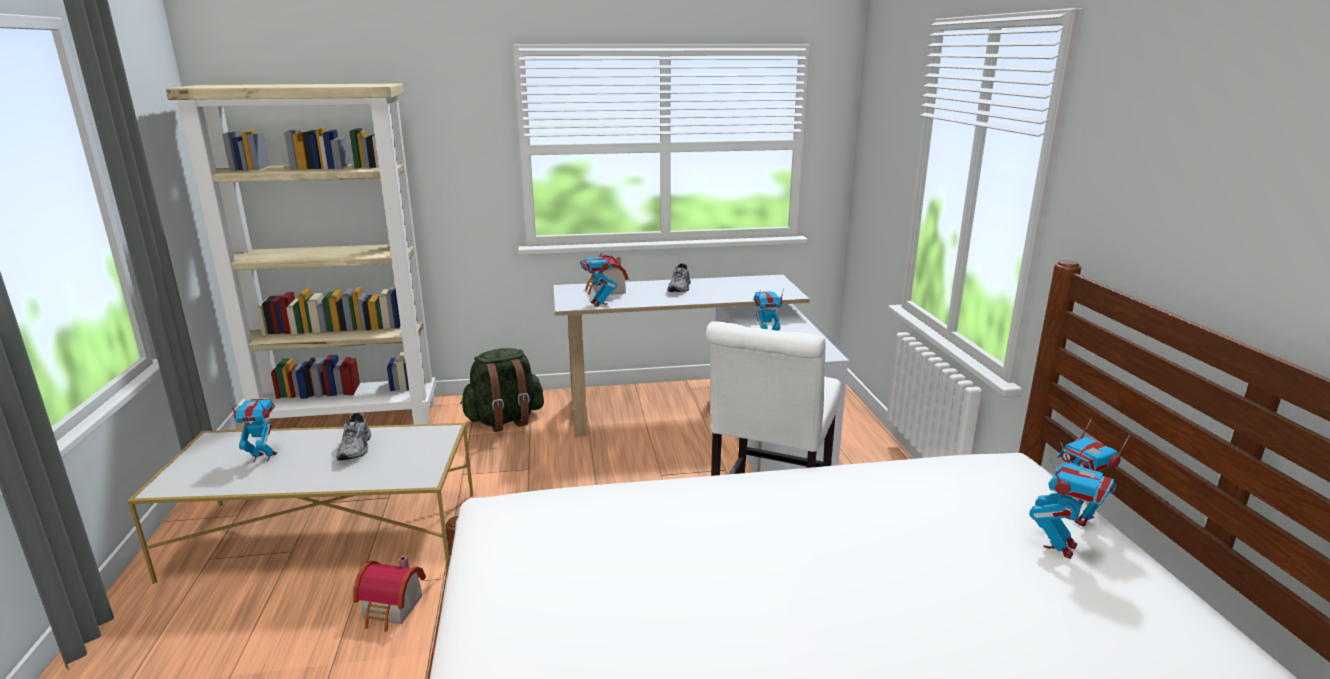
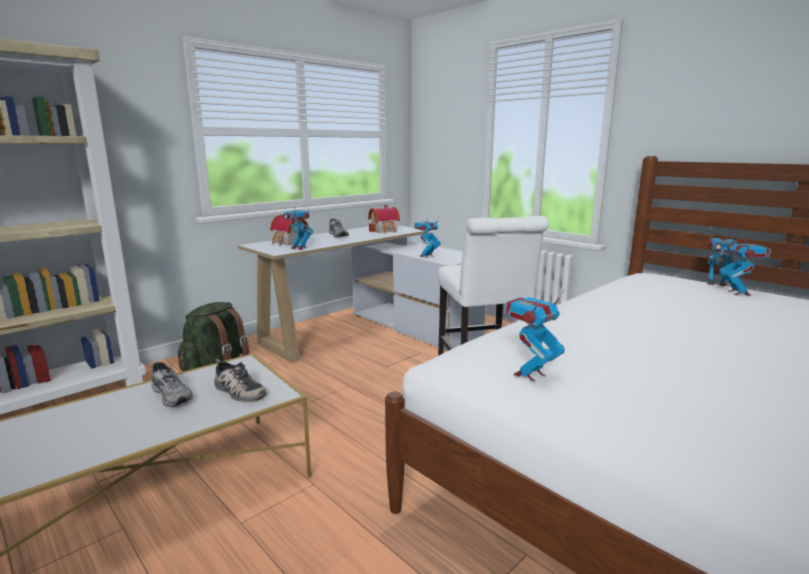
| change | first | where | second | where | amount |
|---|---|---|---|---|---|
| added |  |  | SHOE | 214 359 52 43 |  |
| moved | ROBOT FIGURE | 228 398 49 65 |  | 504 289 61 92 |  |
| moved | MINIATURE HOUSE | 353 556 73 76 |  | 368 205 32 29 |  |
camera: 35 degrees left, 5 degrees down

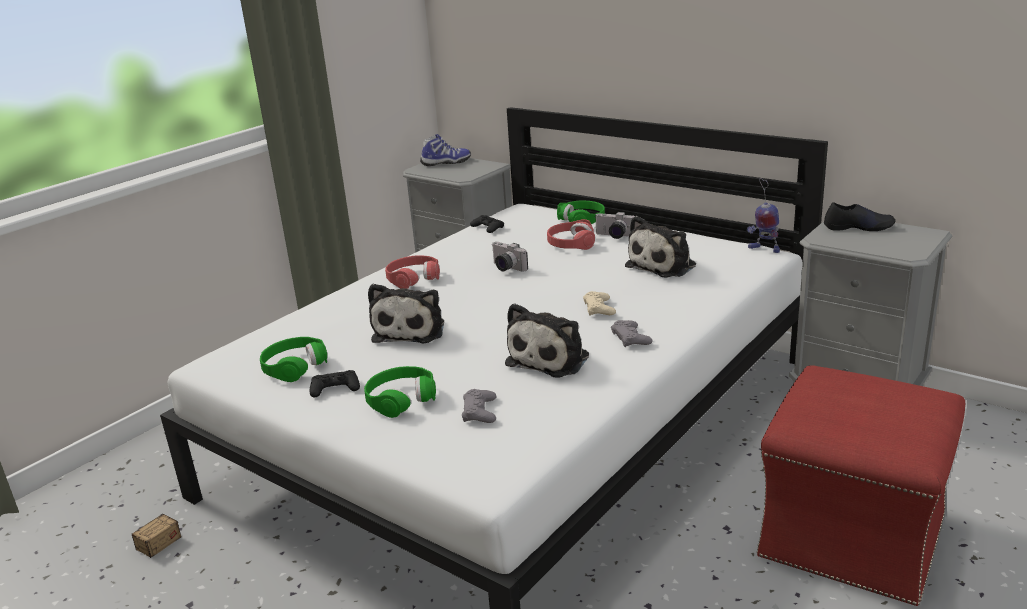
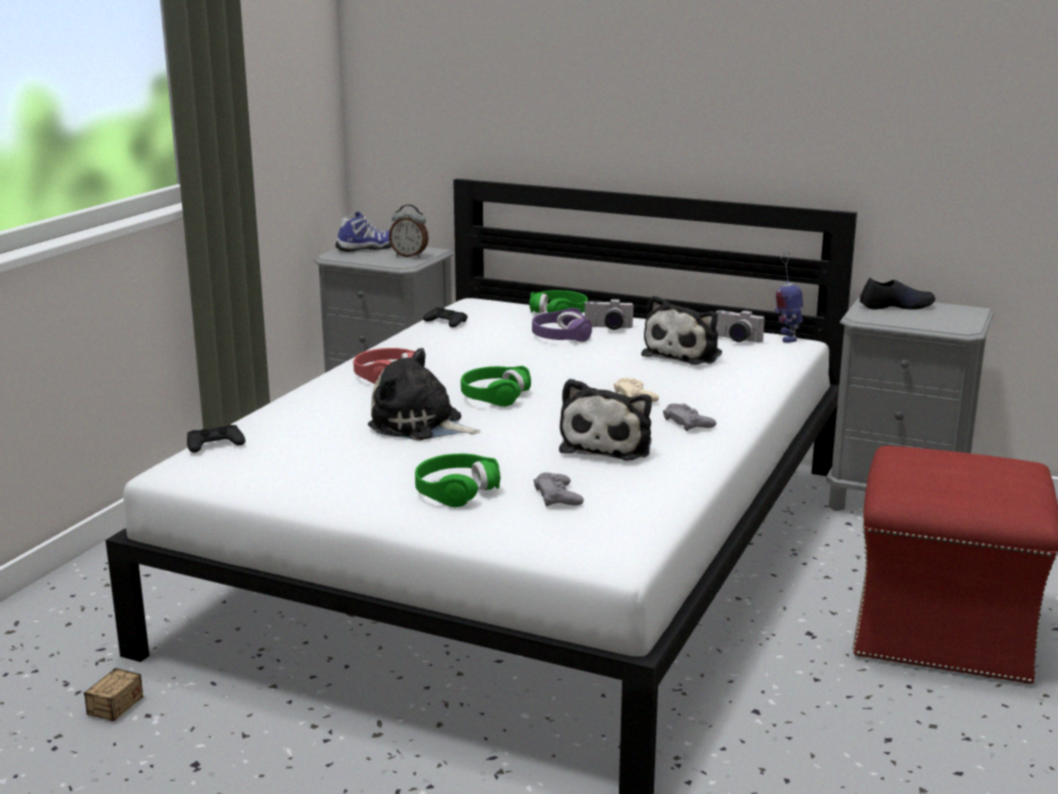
| change | first | where | second | where | amount |
|---|---|---|---|---|---|
| added |  |  | ALARM CLOCK | 389 204 40 54 |  |
| moved | GREENISH PAIR OF HEADPHONES | 260 337 67 45 |  | 461 366 70 41 |  |
| moved | BLACK GAME CONTROLLER | 309 370 51 27 |  | 187 425 58 28 |  |
| moved | STILL CAMERA | 492 242 36 30 |  | 716 310 49 32 |  |
| recoloured | RED PAIR OF HEADPHONES | 547 219 48 31 | PURPLE-COLOURED PAIR OF HEADPHONES | 532 308 60 34 |  |
| turned | SOFT TOY | 368 284 76 60 |  | 368 348 113 92 | 120 degrees clockwise |
| turned | ROBOT FIGURE | 747 178 33 75 |  | 775 251 28 92 | 75 degrees clockwise |
camera: 15 degrees left, 5 degrees down

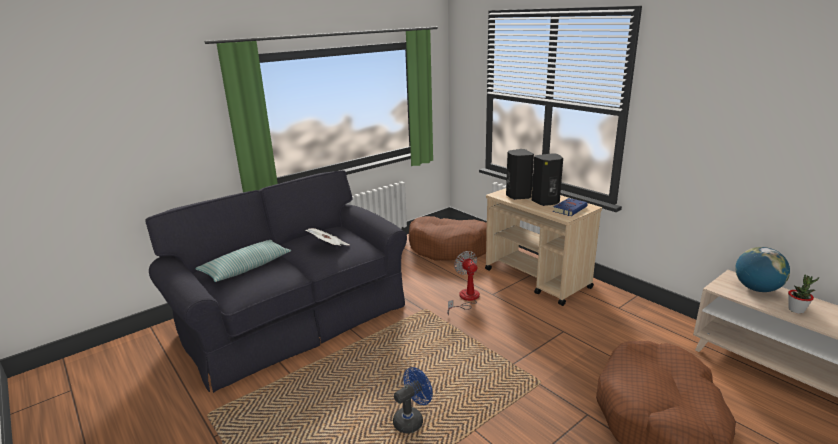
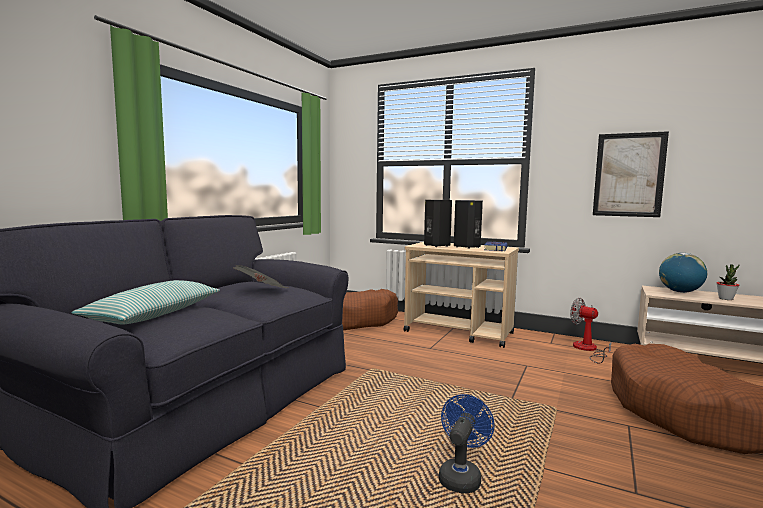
| change | first | where | second | where | amount |
|---|---|---|---|---|---|
| added |  |  | PICTURE | 593 131 76 86 |  |
| moved | FAN | 447 251 33 64 |  | 570 298 41 66 |  |
camera: 25 degrees left, 15 degrees down

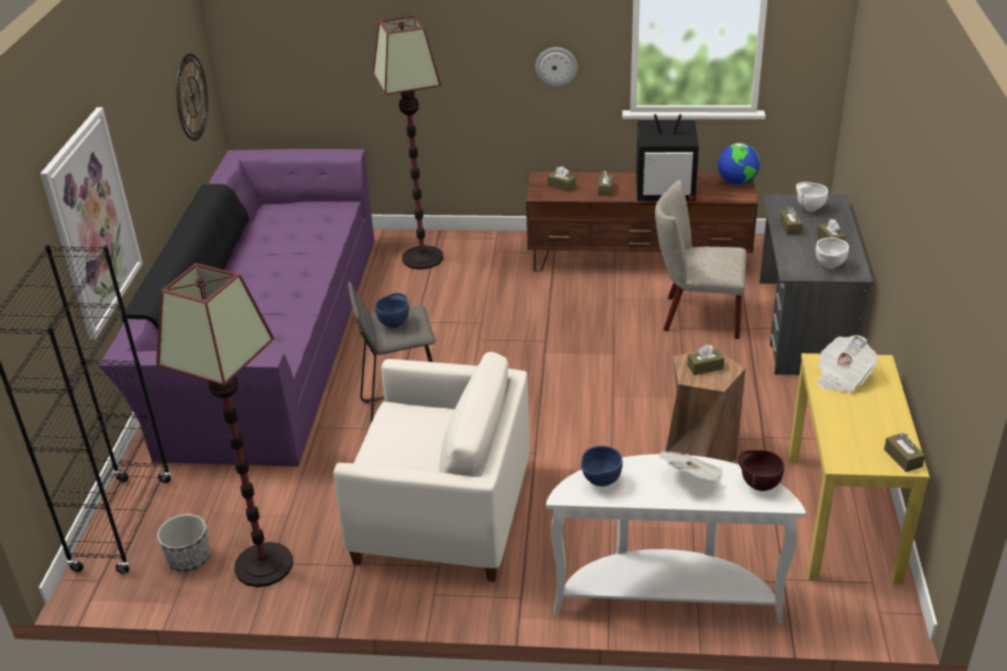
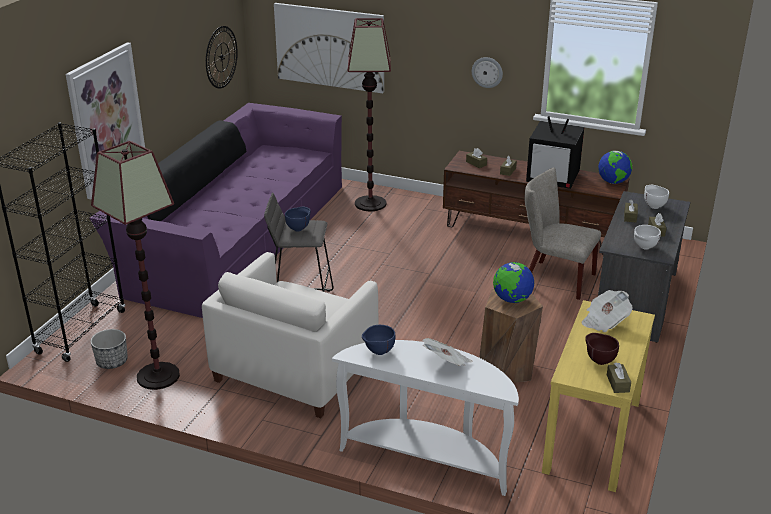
| change | first | where | second | where | amount |
|---|---|---|---|---|---|
| added |  |  | PICTURE | 274 3 110 90 |  |
| moved | BROWNISH SERVING BOWL | 738 450 46 41 |  | 585 333 34 32 |  |
| replaced | BROWNISH TISSUE BOX | 687 344 37 31 | DESK GLOBE | 493 262 41 41 |  |
| turned | WHITE EASY CHAIR | 333 352 197 230 |  | 202 252 176 166 | 90 degrees clockwise |
camera: 15 degrees right, 5 degrees down

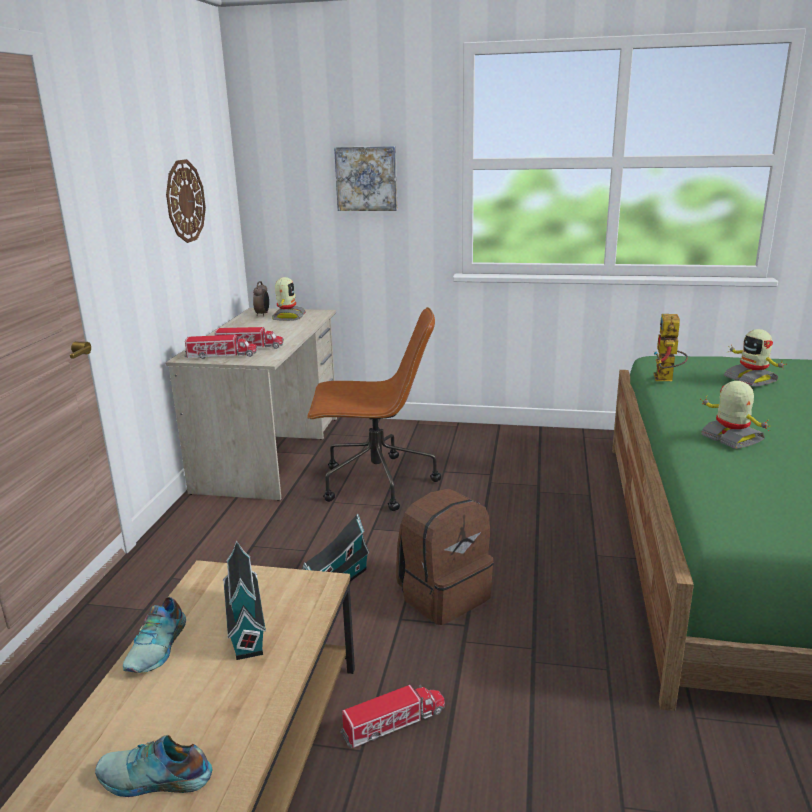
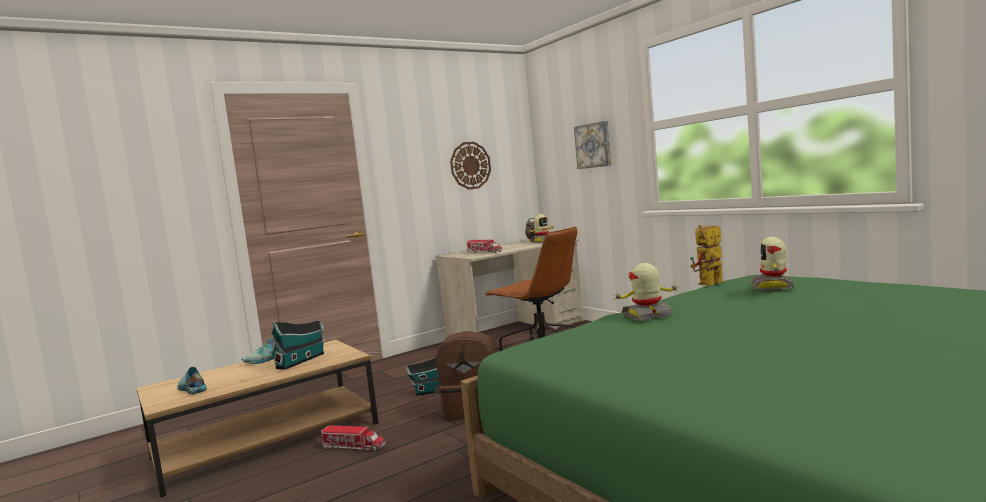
| change | first | where | second | where | amount |
|---|---|---|---|---|---|
| removed | TOY TRUCK | 184 335 73 24 |  |  |  |
| turned | ROBOT FIGURE | 701 381 69 68 |  | 614 263 66 58 | 120 degrees counterclockwise |
camera: 45 degrees right, 15 degrees down

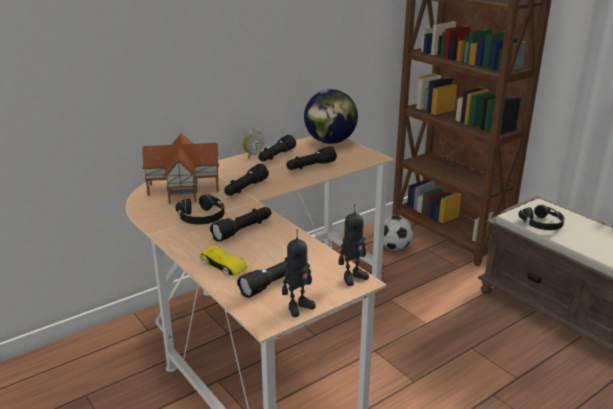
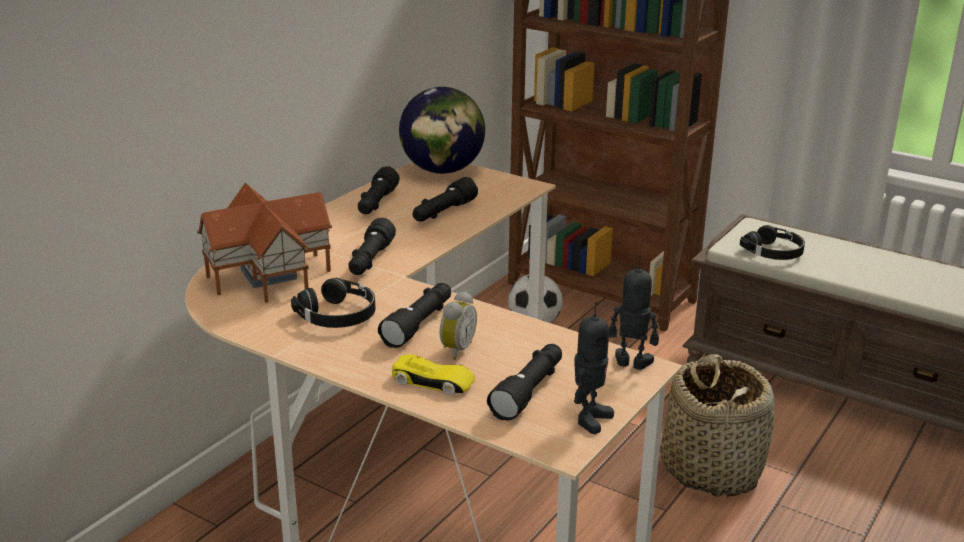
| change | first | where | second | where | amount |
|---|---|---|---|---|---|
| added |  |  | HOUSEHOLD BASKET | 660 354 115 143 |  |
| moved | ALARM CLOCK | 242 128 22 31 |  | 439 291 38 69 |  |
| turned | ROBOT FIGURE | 338 204 31 82 |  | 609 255 50 115 | 105 degrees counterclockwise |
camera: 20 degrees left, 0 degrees up

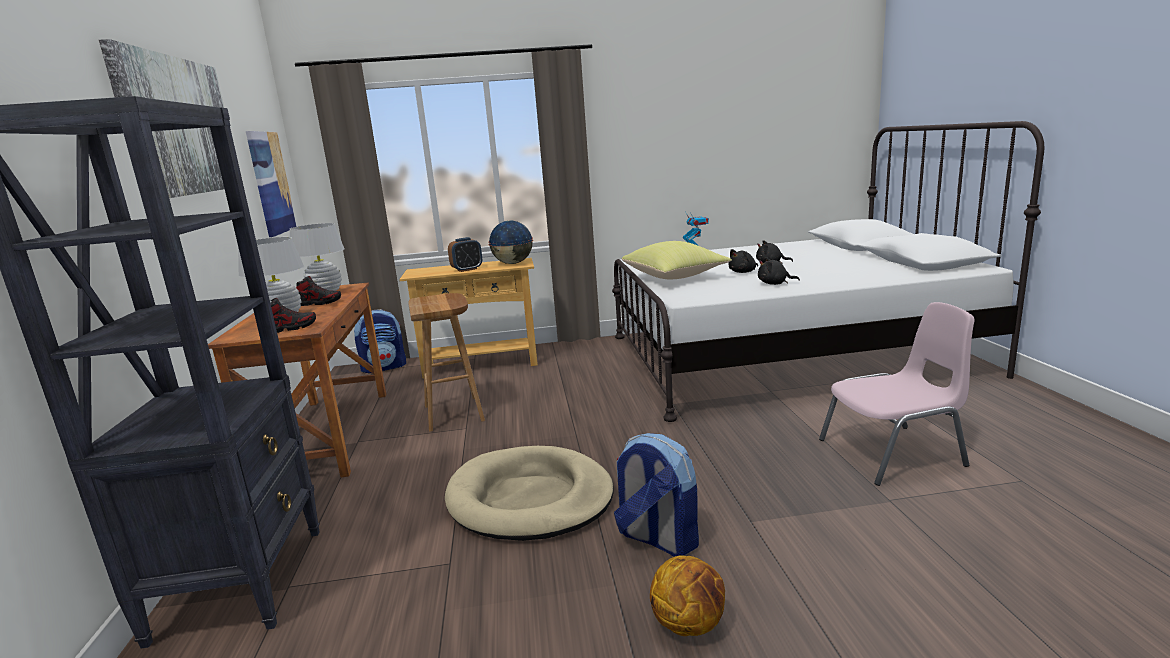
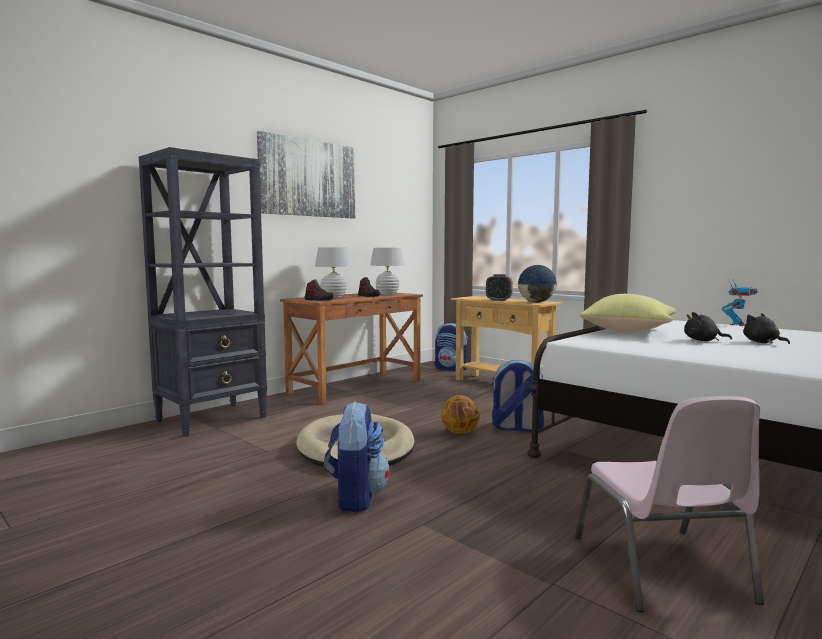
| change | first | where | second | where | amount |
|---|---|---|---|---|---|
| removed | PICTURE | 246 131 51 106 |  |  |  |
| removed | BROWNISH STOOL SEAT | 408 293 77 139 |  |  |  |
| removed | BLACK SOFT TOY | 758 257 42 28 |  |  |  |
| added |  |  | RUCKSACK | 492 360 52 72 |  |
| moved | BASKETBALL | 650 555 75 81 |  | 441 395 39 39 |  |
| turned | PINK CHAIR | 819 302 155 184 |  | 575 396 189 216 | 45 degrees clockwise |
camera: 50 degrees right, 10 degrees down

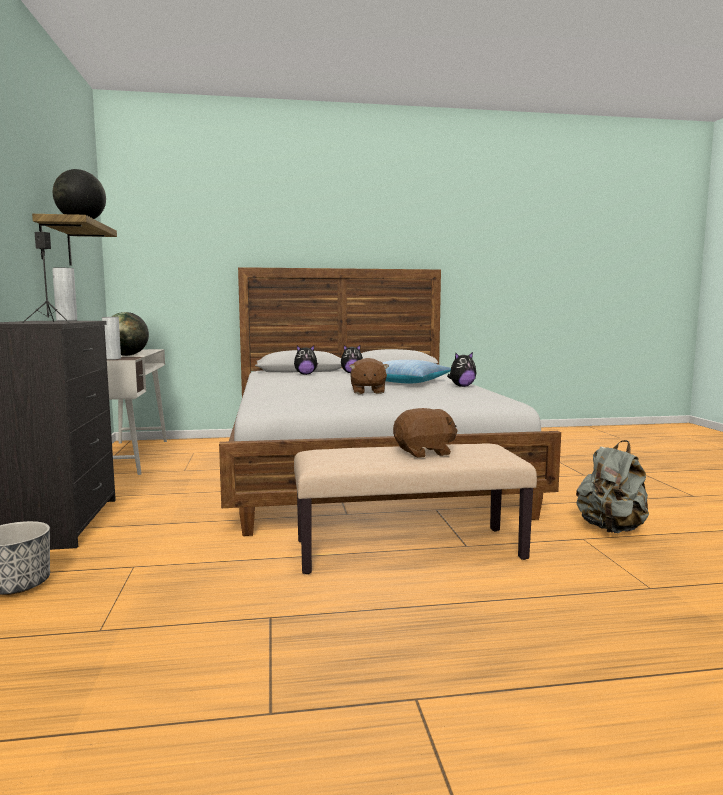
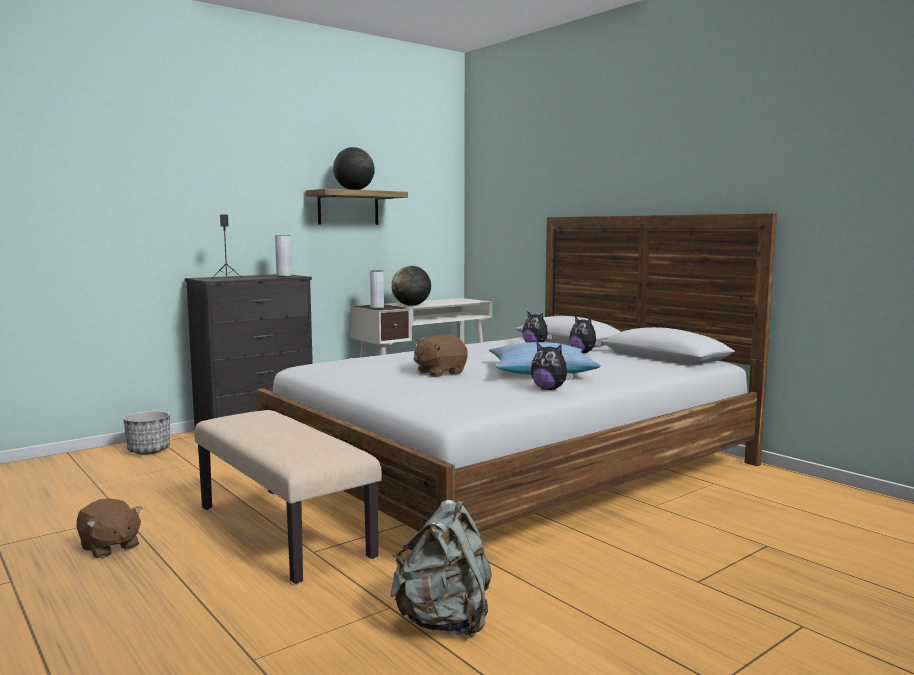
| change | first | where | second | where | amount |
|---|---|---|---|---|---|
| moved | BROWNISH SOFT TOY | 393 408 65 50 |  | 76 499 67 59 |  |
camera: 60 degrees right, 0 degrees up

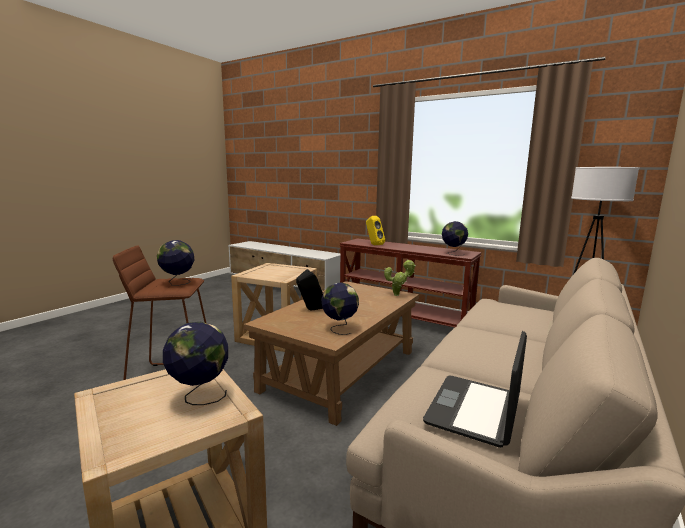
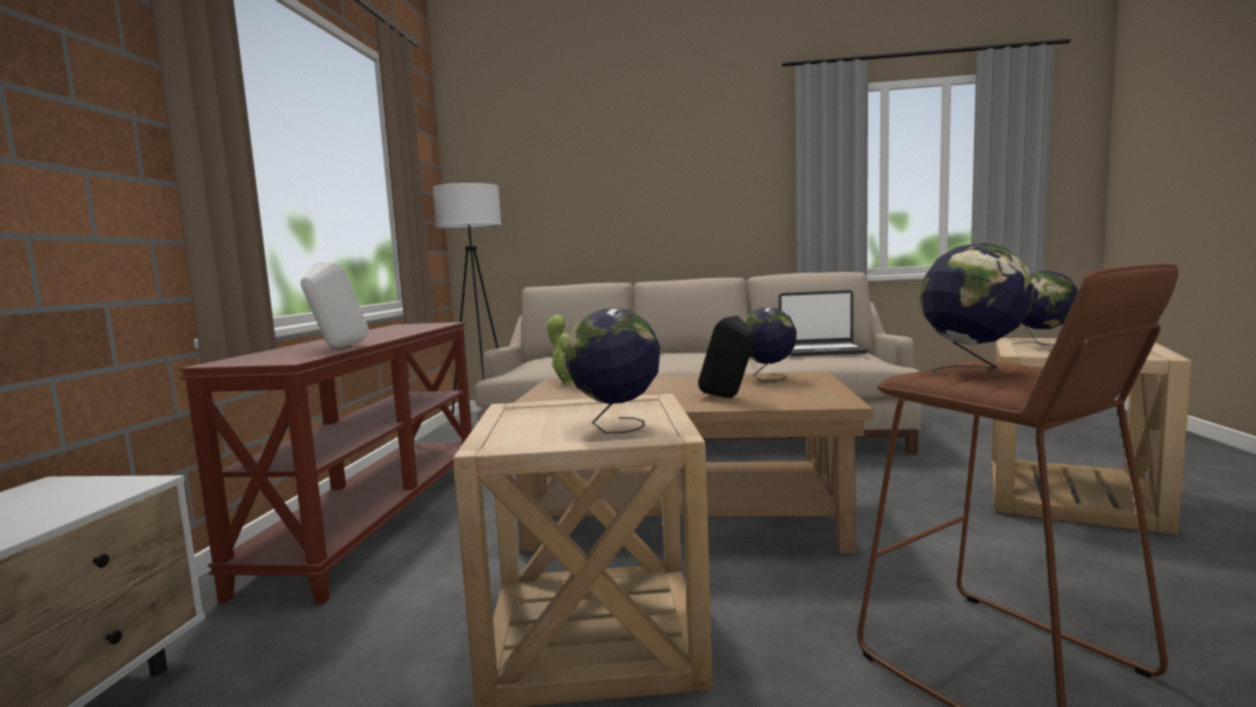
| change | first | where | second | where | amount |
|---|---|---|---|---|---|
| moved | DESK GLOBE | 442 221 26 35 |  | 565 308 95 126 |  |
| recoloured | YELLOW-COLOURED AUDIO SPEAKER | 366 216 19 29 | WHITE AUDIO SPEAKER | 301 263 68 85 |  |
camera: 115 degrees left, 5 degrees down

